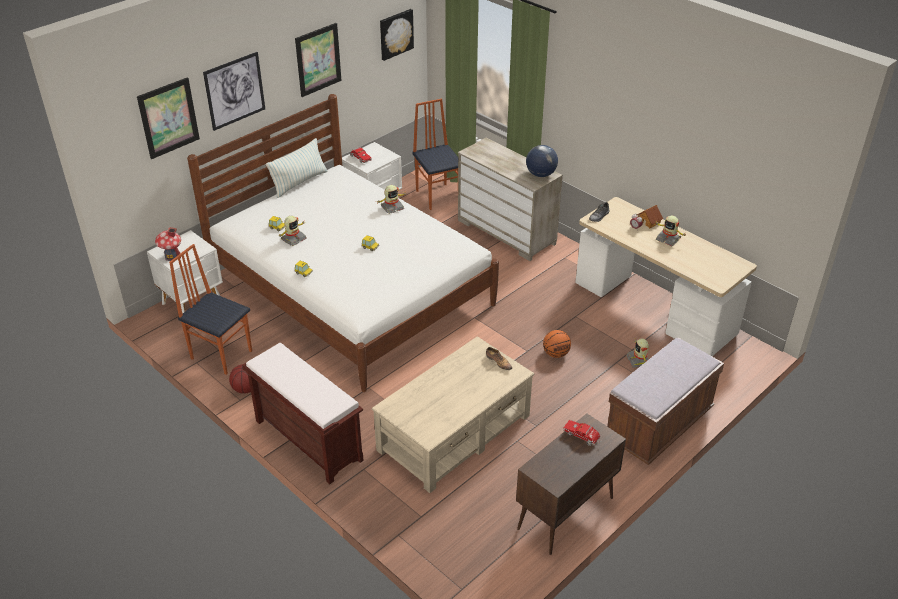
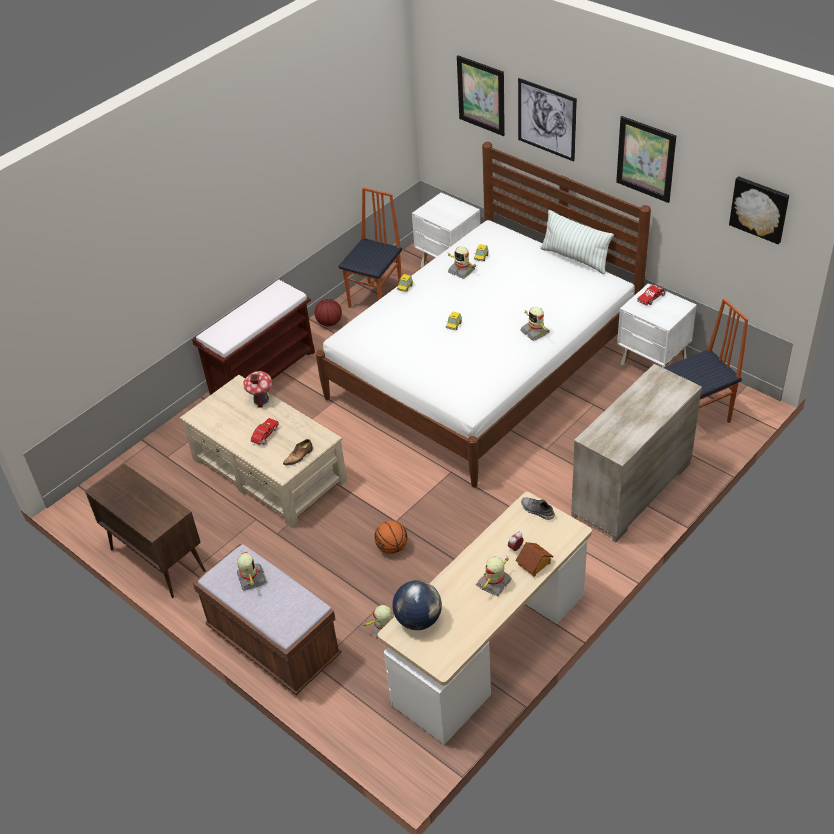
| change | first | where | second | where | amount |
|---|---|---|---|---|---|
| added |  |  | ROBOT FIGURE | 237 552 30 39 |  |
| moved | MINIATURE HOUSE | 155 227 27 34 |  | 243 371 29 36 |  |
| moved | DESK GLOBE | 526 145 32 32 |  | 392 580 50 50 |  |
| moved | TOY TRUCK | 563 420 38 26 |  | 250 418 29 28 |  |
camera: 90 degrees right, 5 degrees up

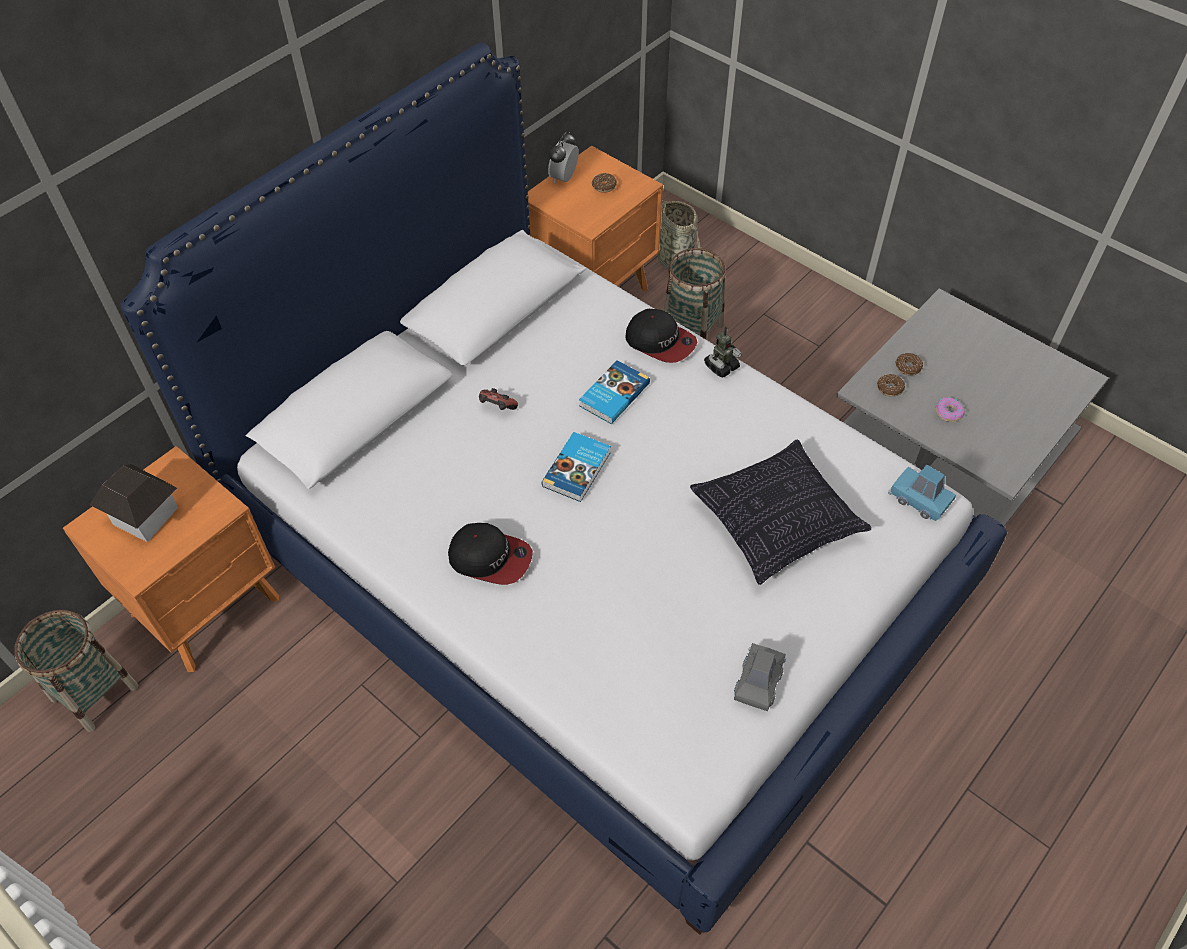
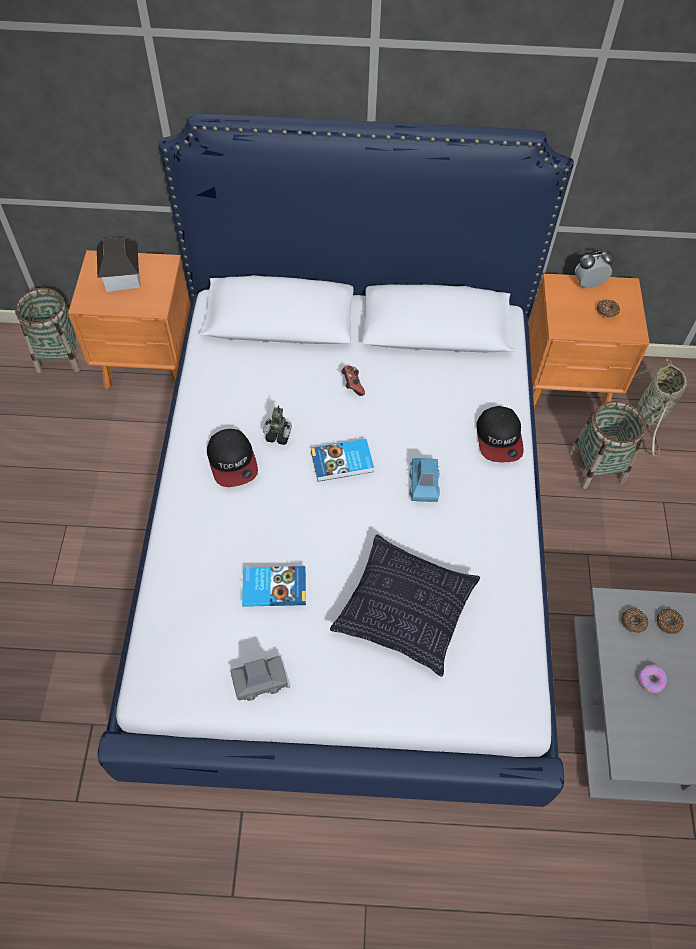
| change | first | where | second | where | amount |
|---|---|---|---|---|---|
| moved | VOLUME | 579 360 71 64 |  | 242 566 64 41 |  |
| moved | ROBOT FIGURE | 704 326 38 52 |  | 263 405 29 40 |  |
| moved | BLUE MINIATURE CAR | 888 465 68 56 |  | 410 458 30 44 |  |
camera: 50 degrees right, 5 degrees up

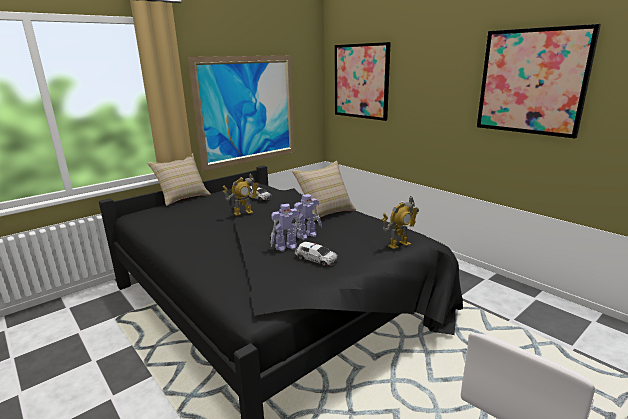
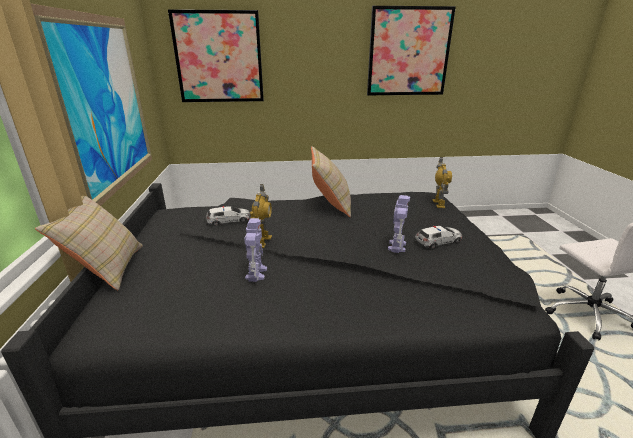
| change | first | where | second | where | amount |
|---|---|---|---|---|---|
| moved | ROBOT FIGURE | 294 194 28 46 |  | 244 218 23 64 |  |
camera: 55 degrees left, 5 degrees up

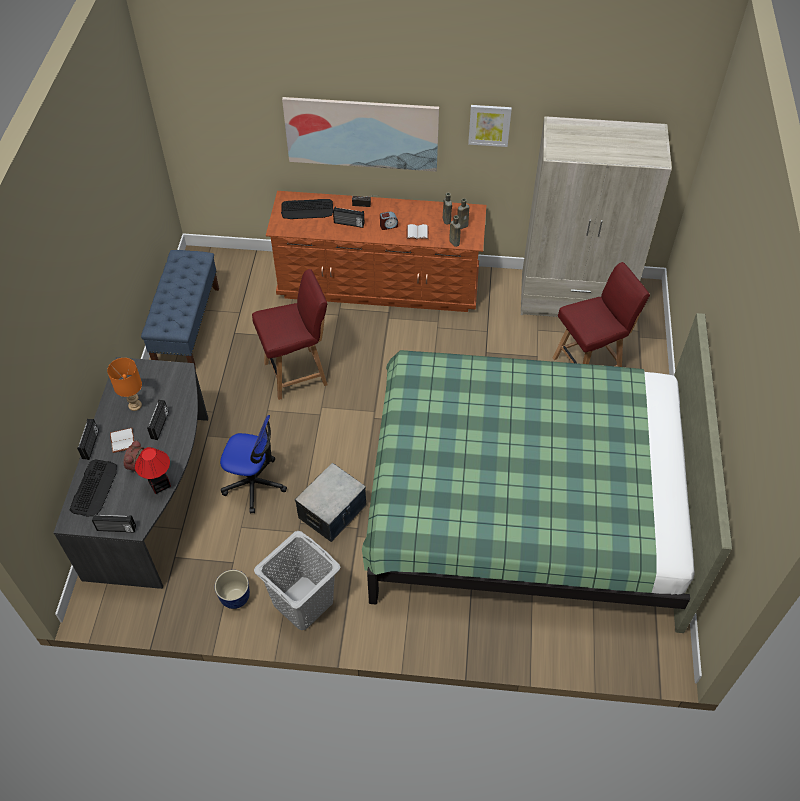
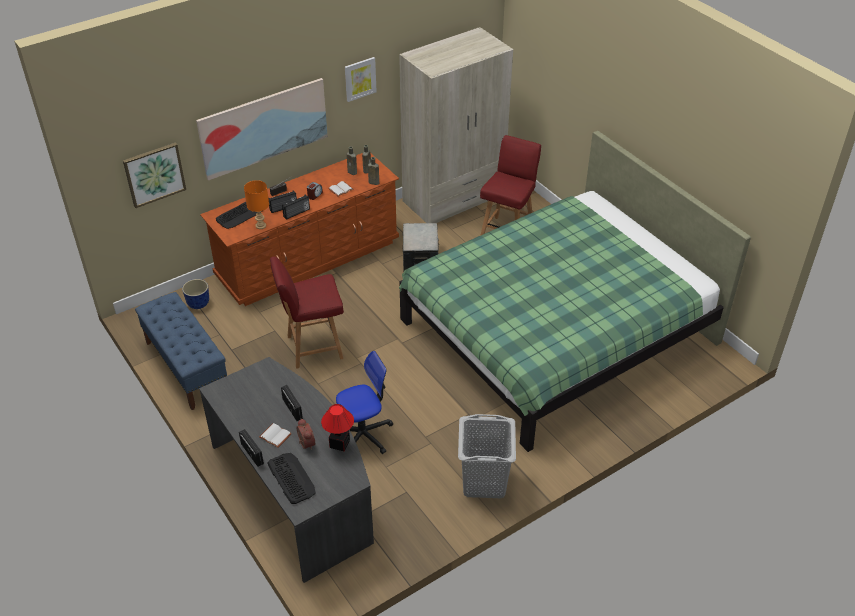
| change | first | where | second | where | amount |
|---|---|---|---|---|---|
| added |  |  | PICTURE | 123 142 63 66 |  |
| moved | RADIO SET | 92 514 44 18 |  | 282 194 28 26 |  |
| moved | ORANGE TABLE LAMP | 107 358 35 53 |  | 244 180 25 49 |  |
| moved | FLOWER POT | 215 570 35 39 |  | 182 279 27 30 |  |
| moved | STORAGE BIN | 295 463 72 79 |  | 403 223 37 49 |  |
| turned | RED CHAIR | 252 269 76 131 |  | 270 257 74 112 | 135 degrees counterclockwise |
camera: 40 degrees left, 10 degrees down

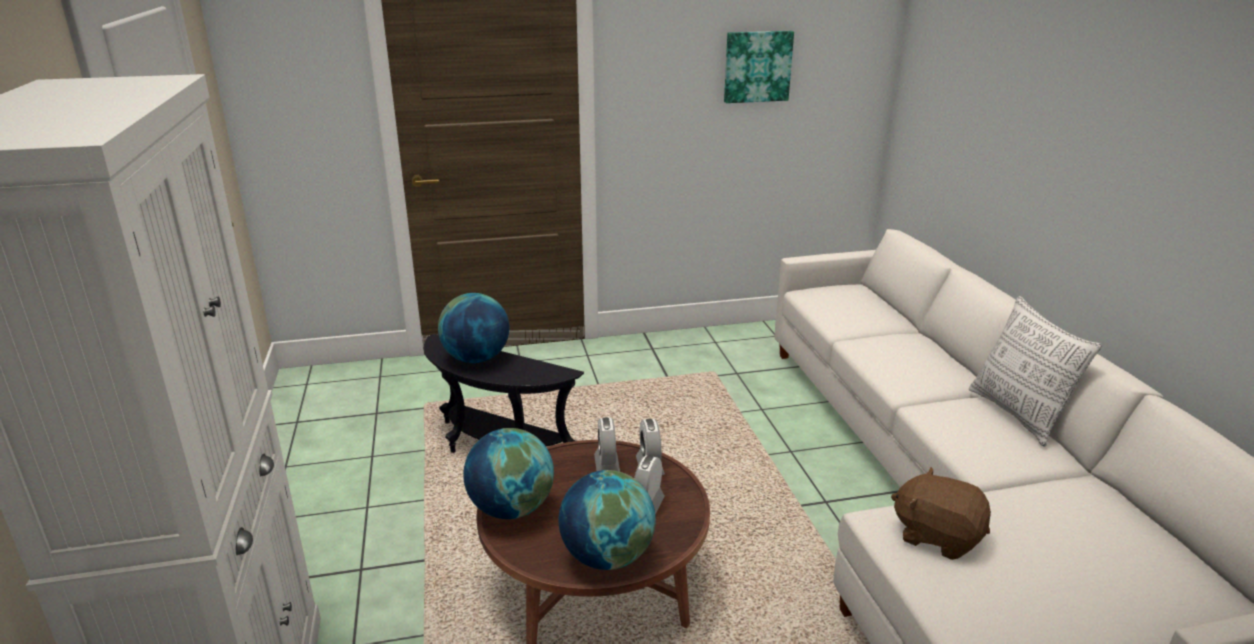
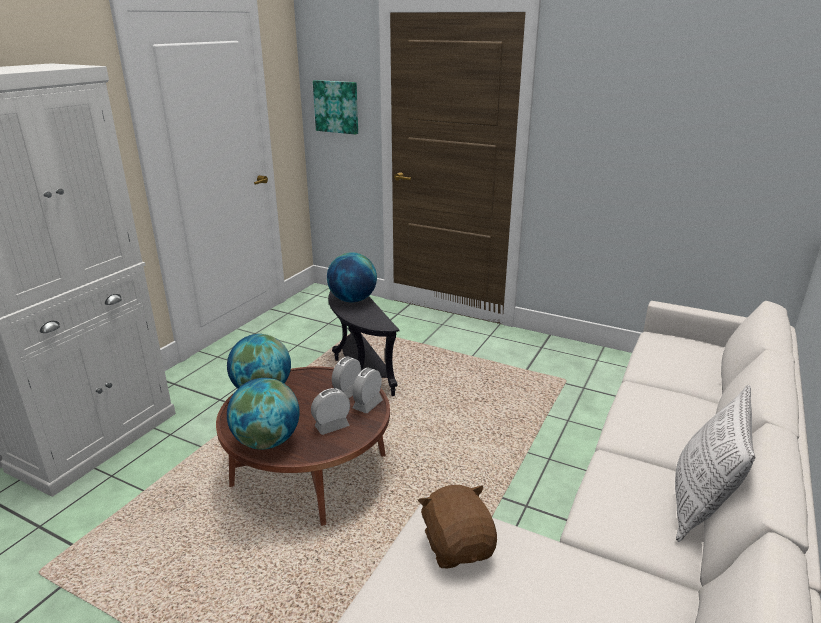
| change | first | where | second | where | amount |
|---|---|---|---|---|---|
| moved | PICTURE | 724 31 70 72 |  | 313 80 45 55 |  |
camera: 40 degrees right, 0 degrees up

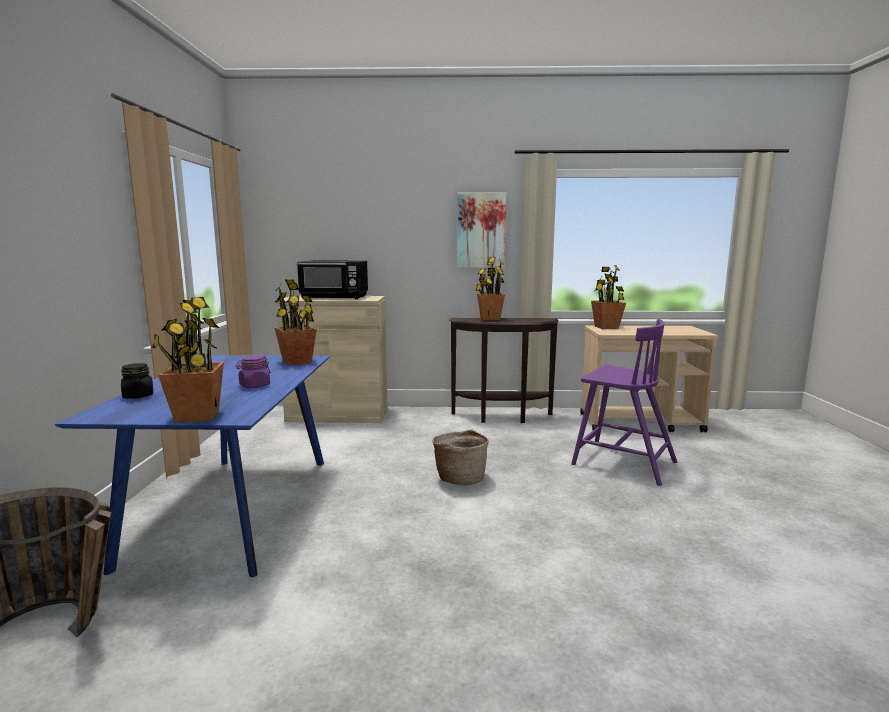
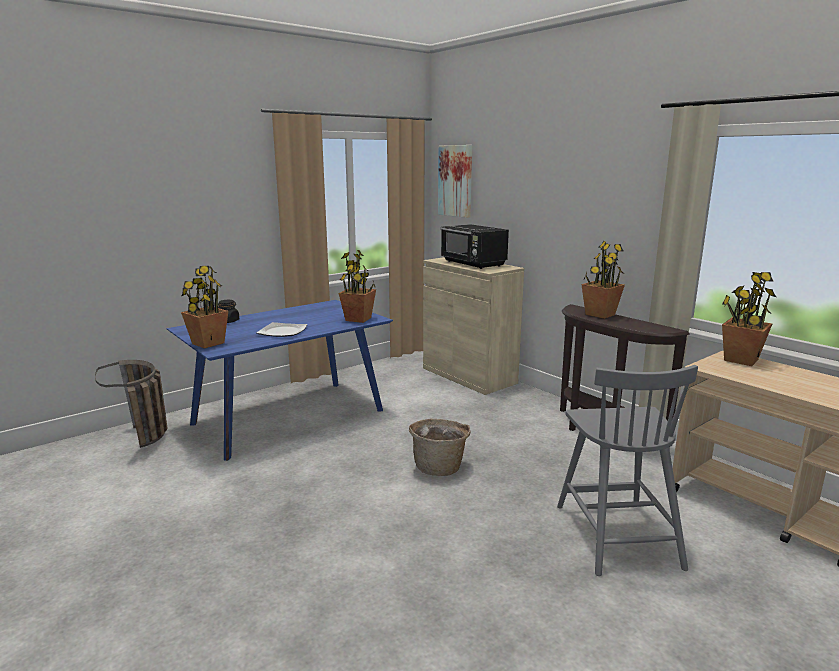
| change | first | where | second | where | amount |
|---|---|---|---|---|---|
| moved | PICTURE | 457 193 50 75 |  | 438 145 34 73 |  |
| replaced | PURPLE-COLOURED STORAGE JAR | 236 355 35 33 | PLATE | 256 322 52 15 |  |
| recoloured | PURPLE-COLOURED CHAIR | 571 319 106 167 | GREY CHAIR | 557 365 141 211 |  |
camera: 50 degrees right, 5 degrees up

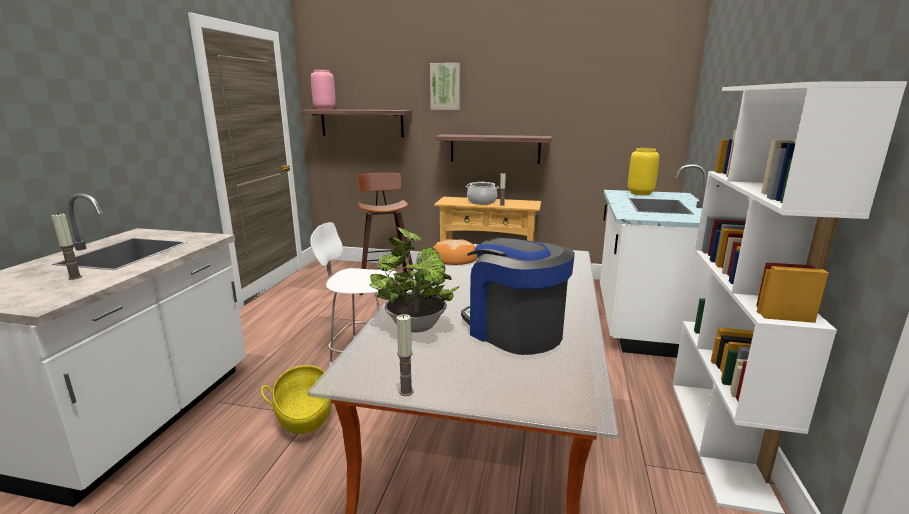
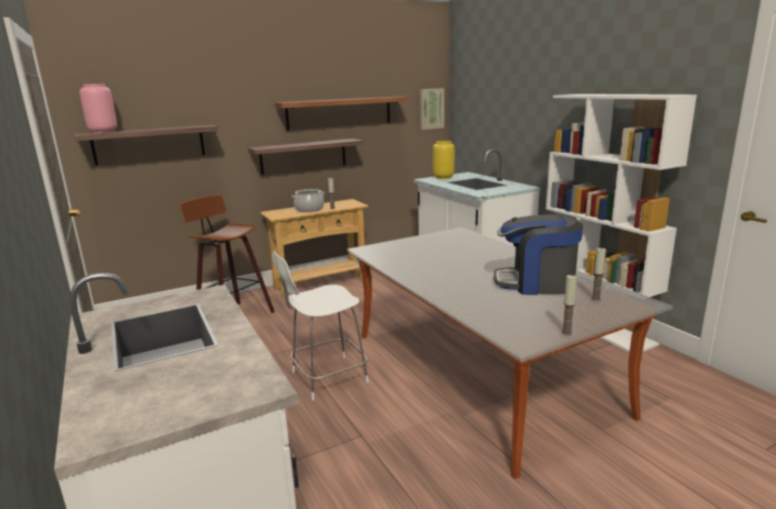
| change | first | where | second | where | amount |
|---|---|---|---|---|---|
| removed | HOUSEHOLD BASKET | 261 365 70 69 |  |  |  |
| removed | HOUSEPLANT | 369 227 90 106 |  |  |  |
| removed | BREAD | 433 239 45 26 |  |  |  |
| added |  |  | BRACKET SHELF | 274 97 135 34 |  |
| moved | CANDLE | 52 214 30 66 |  | 591 247 15 54 |  |
| moved | PICTURE | 430 63 30 47 |  | 420 88 24 42 |  |
camera: 40 degrees left, 0 degrees up

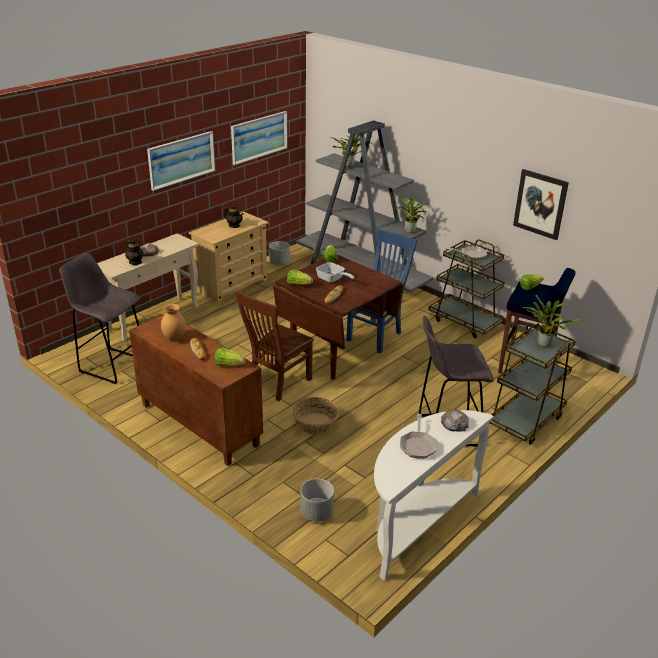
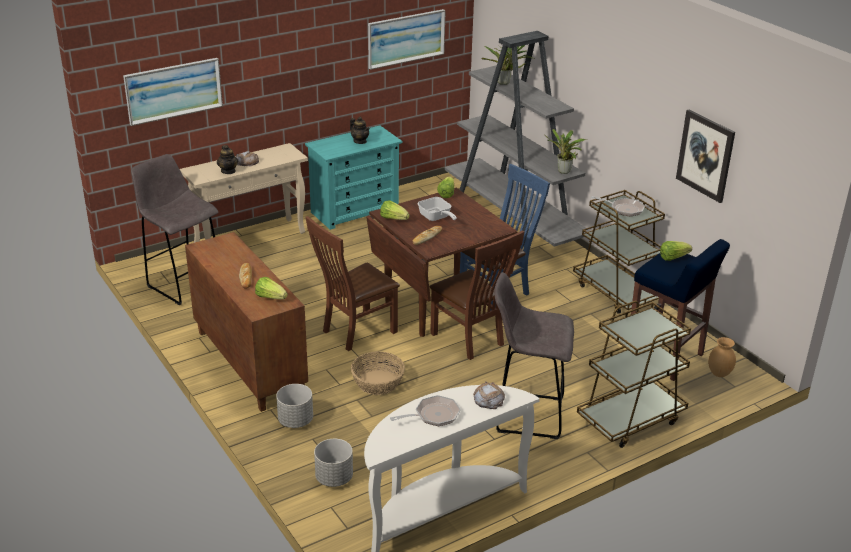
| change | first | where | second | where | amount |
|---|---|---|---|---|---|
| removed | HOUSEPLANT | 523 294 57 54 |  |  |  |
| added |  |  | BROWNISH CHAIR | 429 230 95 130 |  |
| moved | PICTURE | 147 131 68 60 |  | 123 58 100 68 |  |
| moved | BROWNISH DECORATIVE VASE | 161 304 25 37 |  | 708 337 28 40 |  |
| moved | GREY FLOWER POT | 269 241 21 24 |  | 276 384 37 44 |  |
| recoloured | BEIGE DRAWER CHEST | 189 212 79 90 | TURQUOISE-COLOURED DRAWER CHEST | 305 126 97 104 |  |
| turned | FRYING PAN | 400 414 37 45 |  | 390 395 71 31 | 135 degrees counterclockwise |
camera: 15 degrees right, 0 degrees up

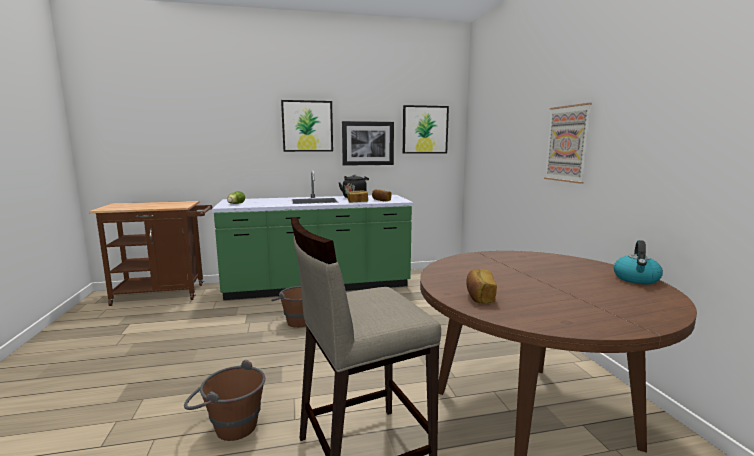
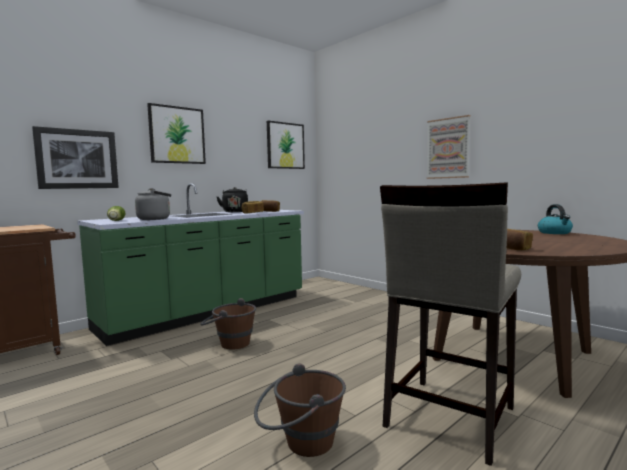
| change | first | where | second | where | amount |
|---|---|---|---|---|---|
| added |  |  | GREY TEA KETTLE | 135 188 36 32 |  |
| moved | PICTURE | 342 121 52 45 |  | 32 126 87 63 |  |
camera: 30 degrees left, 5 degrees down

